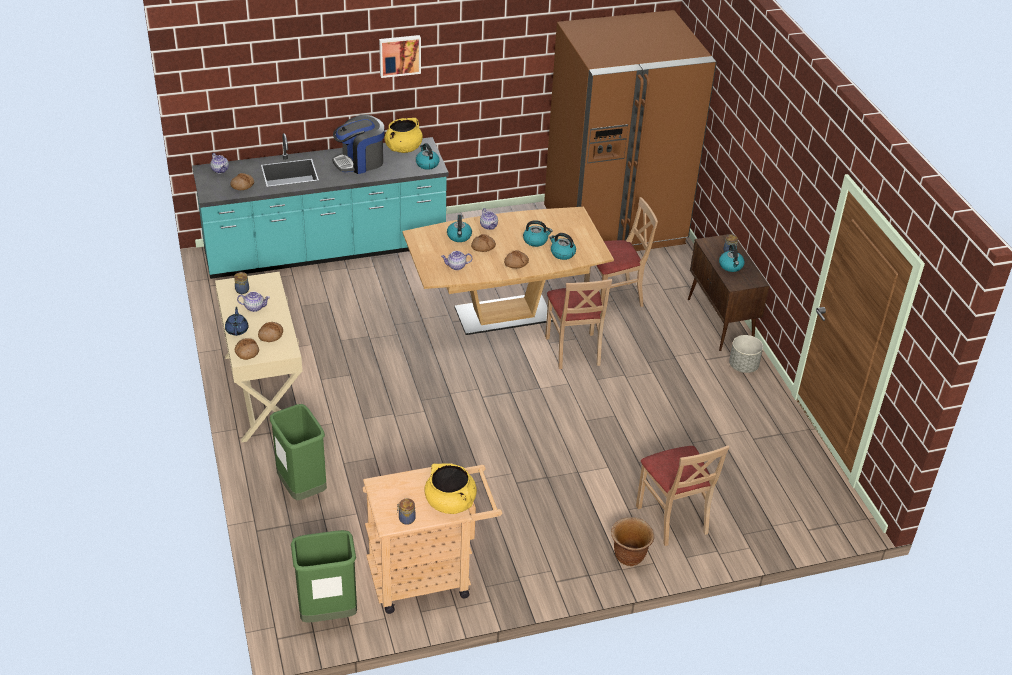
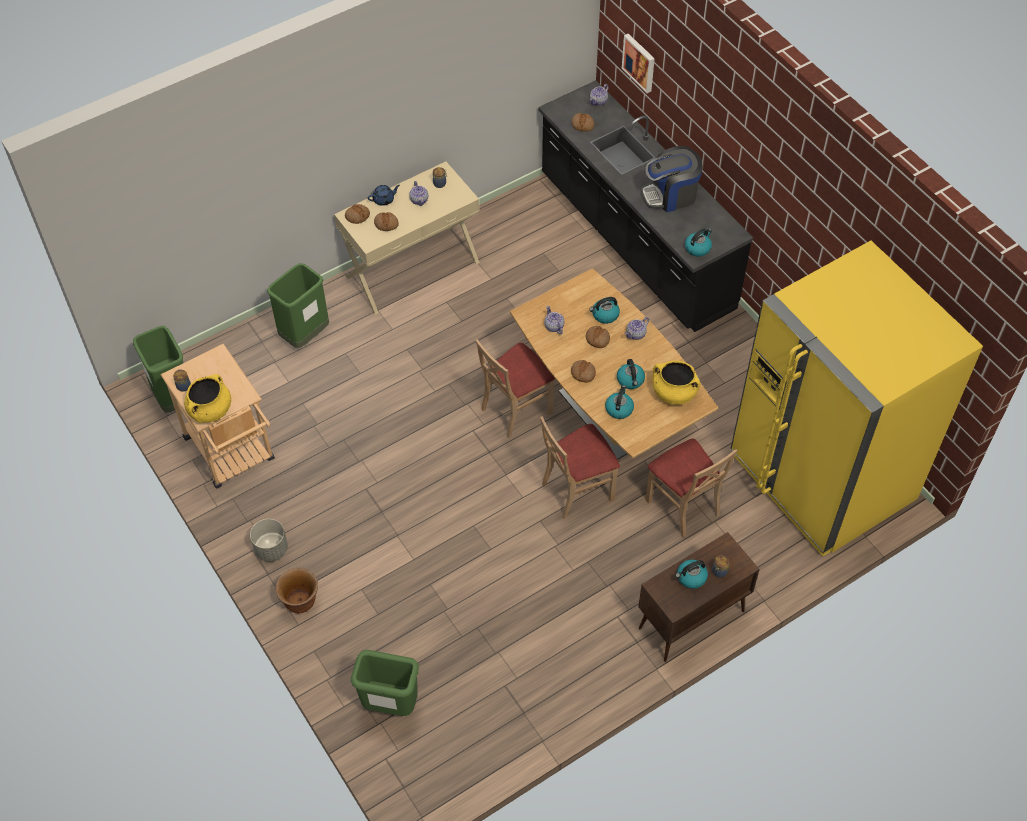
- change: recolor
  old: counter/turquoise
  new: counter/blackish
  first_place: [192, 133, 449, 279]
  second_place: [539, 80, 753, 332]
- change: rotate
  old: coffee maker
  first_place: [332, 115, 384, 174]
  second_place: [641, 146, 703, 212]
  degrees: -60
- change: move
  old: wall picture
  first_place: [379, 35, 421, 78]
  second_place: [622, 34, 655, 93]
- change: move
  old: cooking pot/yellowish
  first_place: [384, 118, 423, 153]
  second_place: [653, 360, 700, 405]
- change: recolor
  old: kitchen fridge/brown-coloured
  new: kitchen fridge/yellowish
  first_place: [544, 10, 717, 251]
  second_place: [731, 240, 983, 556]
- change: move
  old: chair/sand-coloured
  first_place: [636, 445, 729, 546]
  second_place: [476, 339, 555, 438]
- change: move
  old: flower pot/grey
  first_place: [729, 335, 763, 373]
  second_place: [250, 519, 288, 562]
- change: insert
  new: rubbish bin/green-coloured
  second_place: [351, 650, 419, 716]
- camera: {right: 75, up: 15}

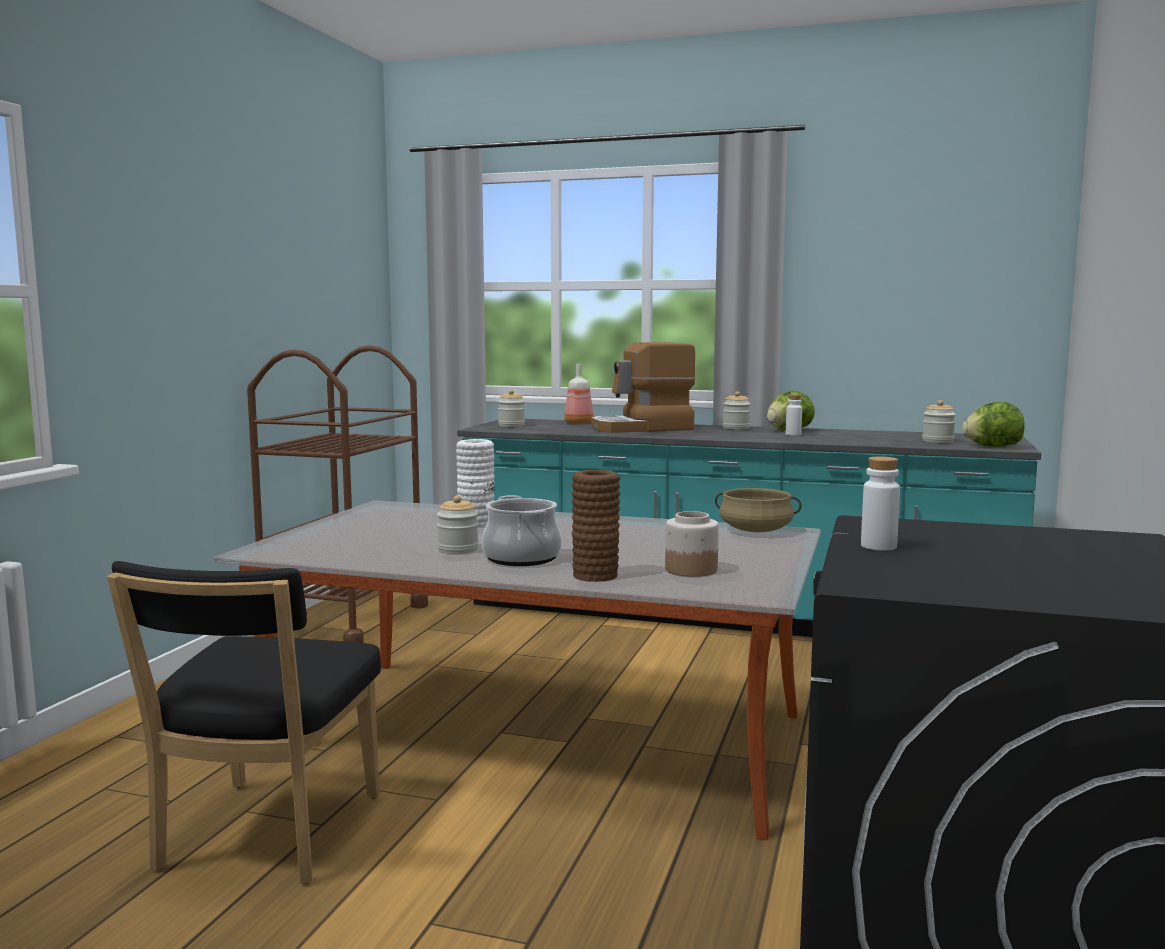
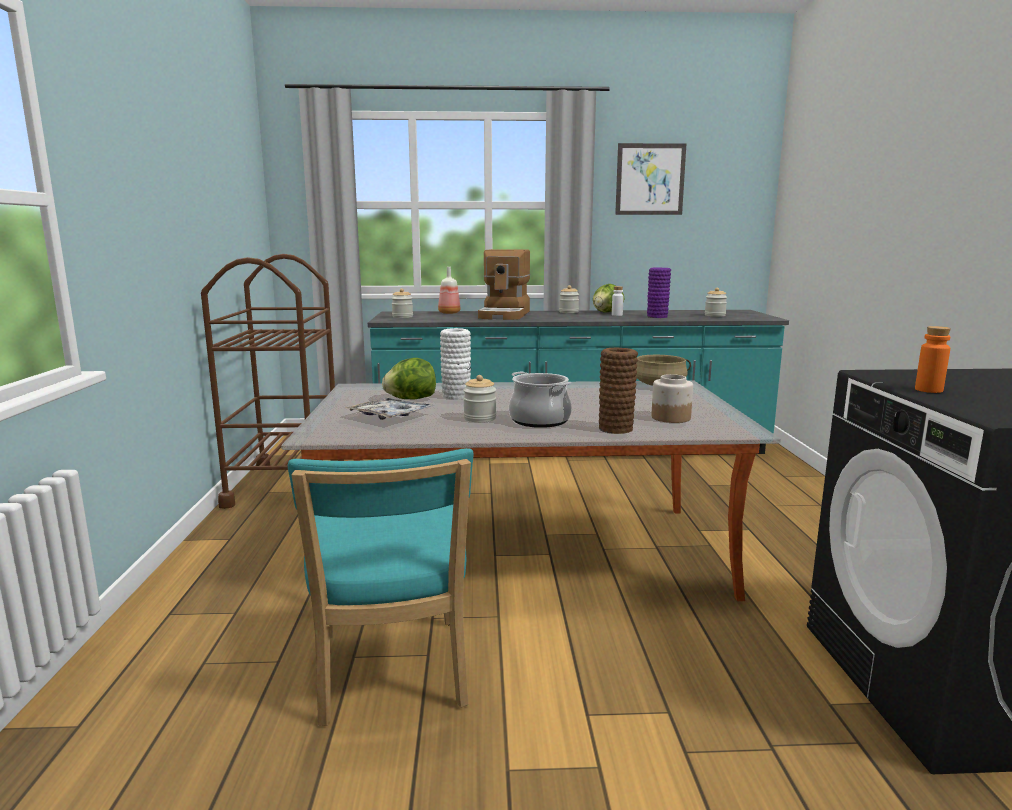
- change: recolor
  old: chair/blackish
  new: chair/turquoise
  first_place: [107, 561, 381, 884]
  second_place: [288, 448, 473, 726]
- change: rotate
  old: coffee maker
  first_place: [591, 342, 696, 433]
  second_place: [478, 249, 530, 320]
  degrees: -45
- change: recolor
  old: drink bottle/white
  new: drink bottle/orangey
  first_place: [861, 457, 900, 551]
  second_place: [915, 326, 951, 393]
- change: move
  old: lettuce head
  first_place: [962, 401, 1025, 447]
  second_place: [382, 358, 436, 400]
- change: insert
  new: serving tray
  second_place: [345, 397, 435, 420]
- change: insert
  new: wall picture
  second_place: [615, 143, 686, 215]
- change: insert
  new: decorative vase/purple
  second_place: [647, 268, 671, 318]
- camera: {right: -20, up: 5}

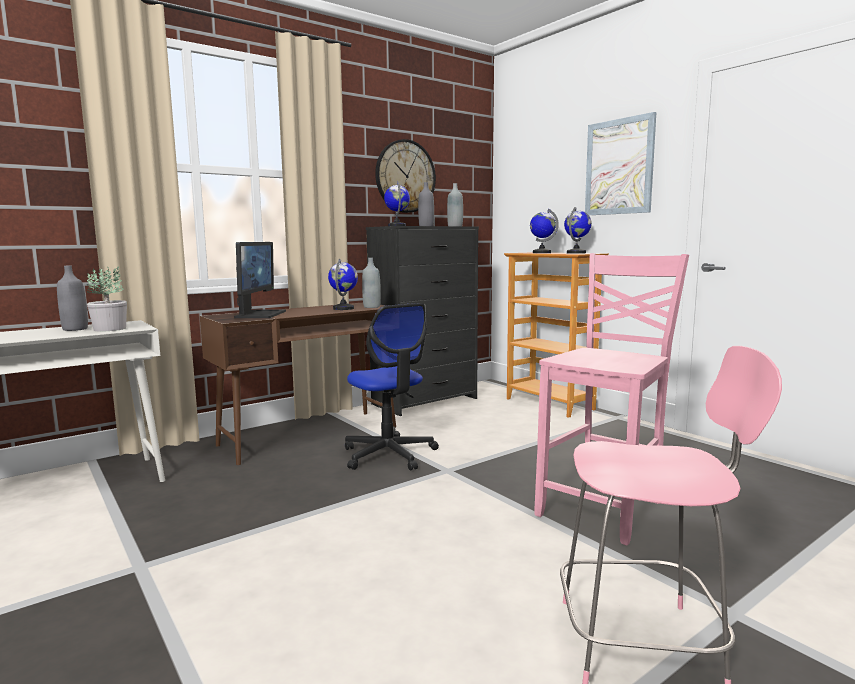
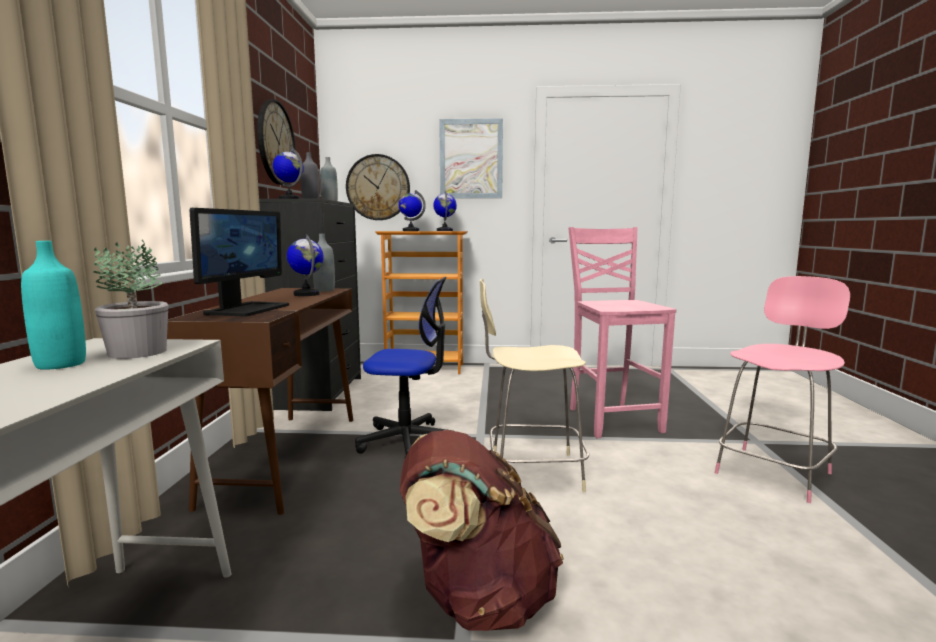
- change: recolor
  old: drink bottle/grey
  new: drink bottle/turquoise
  first_place: [57, 265, 88, 331]
  second_place: [21, 241, 86, 370]
- change: rotate
  old: monitor
  first_place: [234, 242, 286, 318]
  second_place: [189, 208, 289, 317]
  degrees: 60
- change: insert
  new: hanging clock
  second_place: [346, 154, 410, 220]
- change: insert
  new: backpack/brown-coloured
  second_place: [400, 430, 564, 631]
- change: insert
  new: chair/sand-coloured
  second_place: [480, 279, 589, 492]
- camera: {right: -50, up: 0}

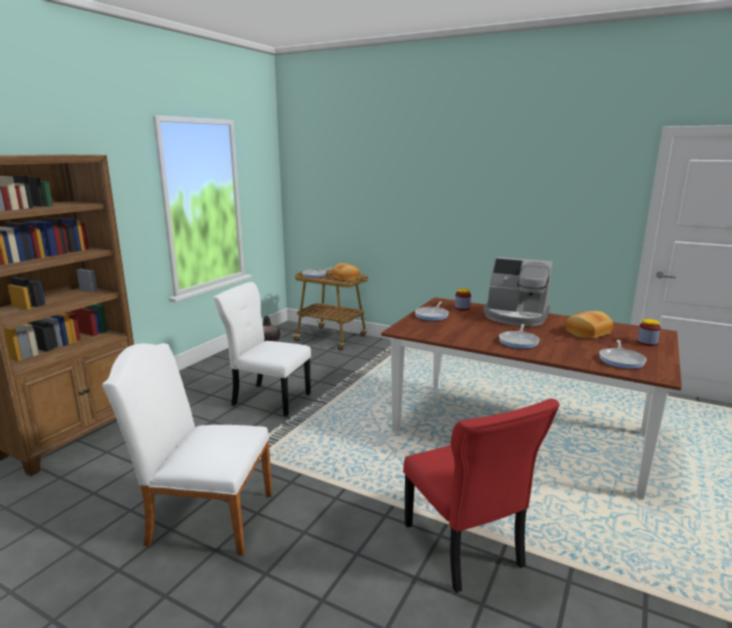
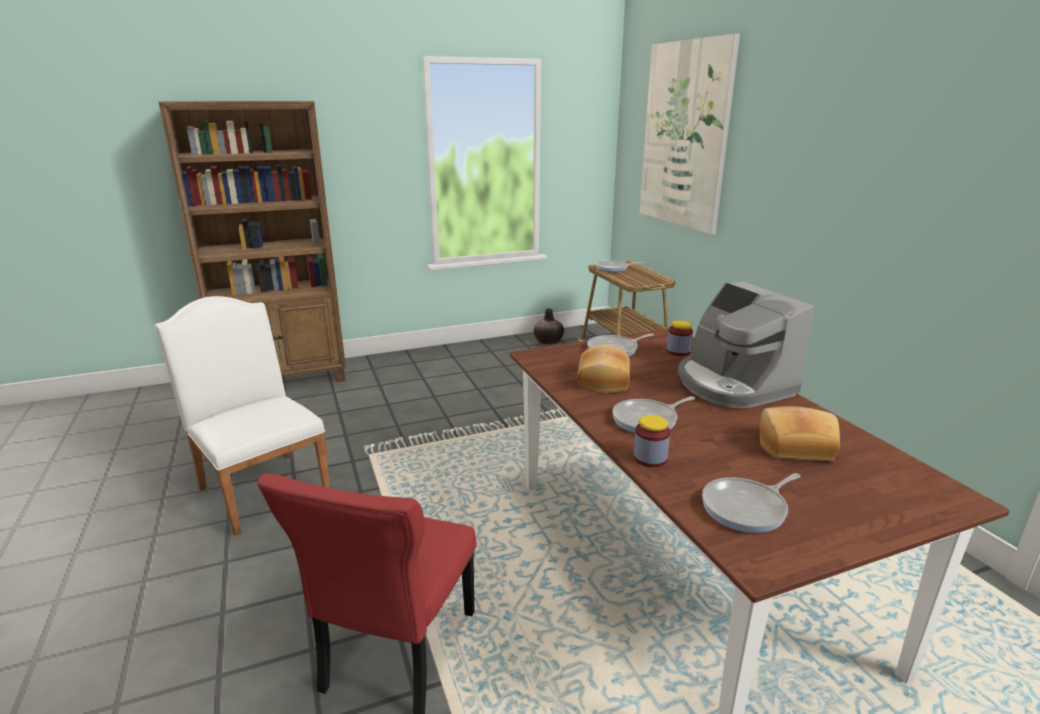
- change: delete
  old: chair/white
  first_place: [213, 282, 311, 416]
- change: move
  old: bakery bread
  first_place: [332, 263, 360, 281]
  second_place: [577, 344, 630, 393]
- change: move
  old: jar
  first_place: [637, 319, 661, 346]
  second_place: [633, 415, 670, 467]
- change: insert
  new: wall picture
  second_place: [639, 34, 740, 235]
- camera: {right: 40, up: 5}

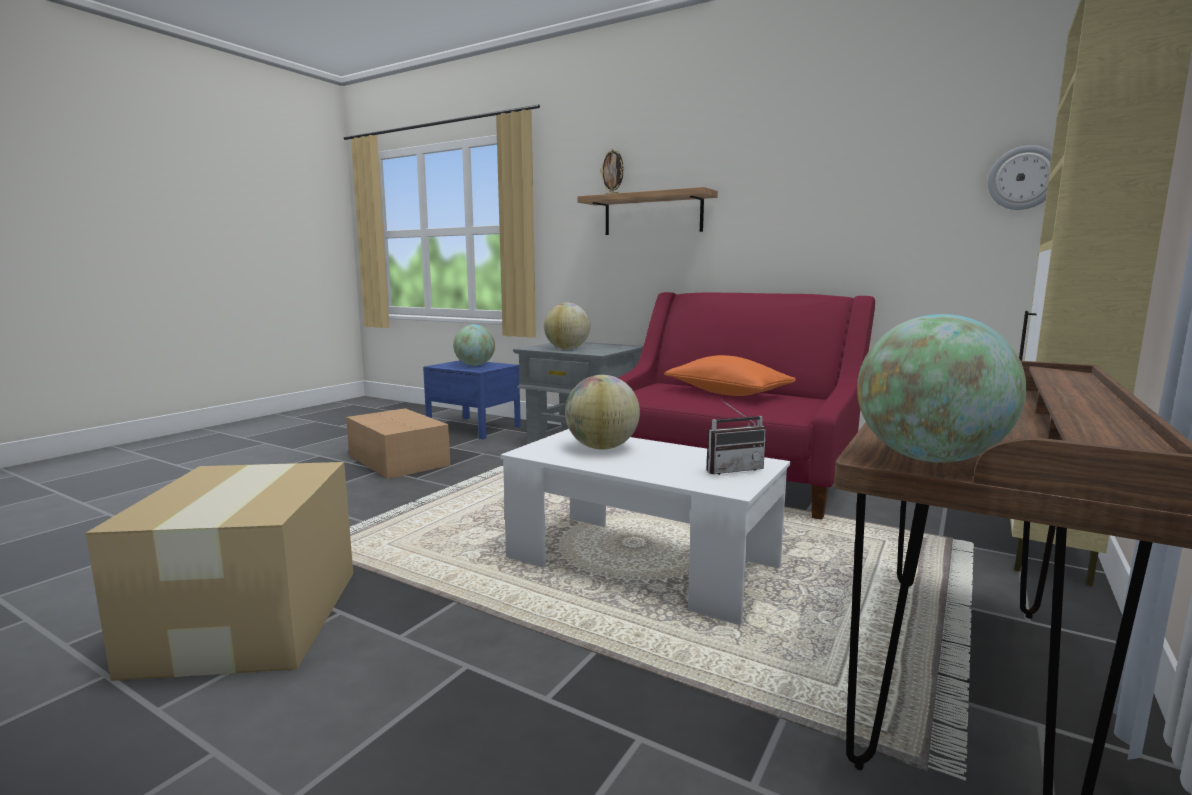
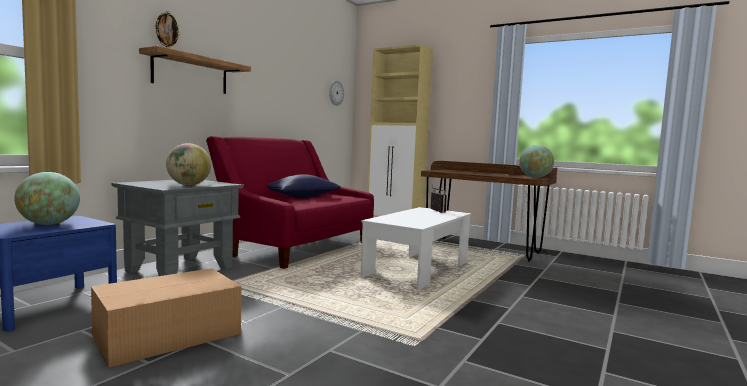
- change: delete
  old: carton
  first_place: [86, 462, 353, 681]
- change: delete
  old: globe
  first_place: [565, 375, 640, 450]
- change: recolor
  old: cushion/orangey
  new: cushion/blue-coloured
  first_place: [664, 355, 796, 396]
  second_place: [267, 174, 341, 198]
- camera: {right: -90, up: -5}

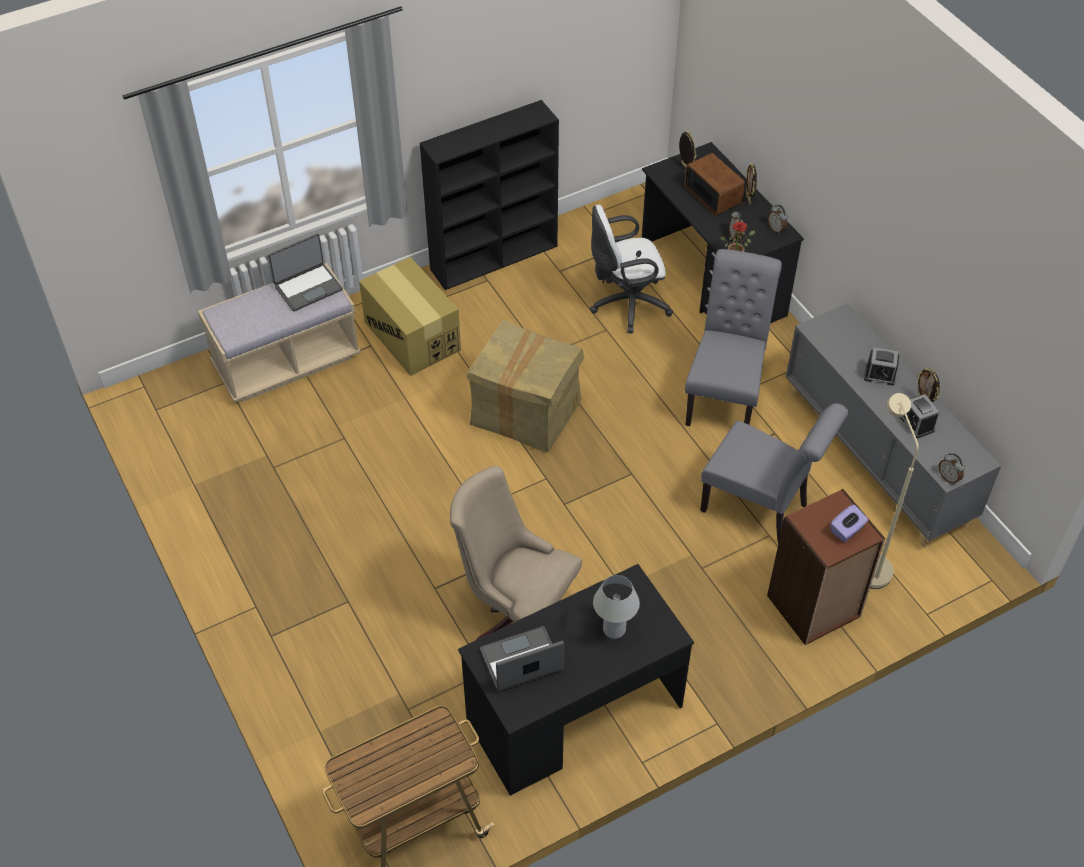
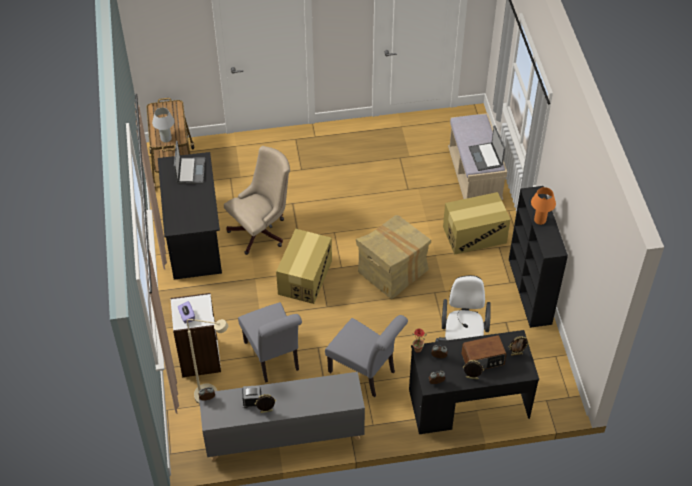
- change: move
  old: tabletop lamp/white
  first_place: [593, 575, 640, 639]
  second_place: [152, 108, 175, 142]
- change: rotate
  old: chair/grey
  first_place: [700, 403, 848, 544]
  second_place: [238, 302, 302, 382]
  degrees: -75
- change: recolor
  old: shelving unit/brown-coloured
  new: shelving unit/white
  first_place: [767, 489, 885, 645]
  second_place: [170, 293, 221, 377]
- change: delete
  old: alarm clock
  first_place: [864, 347, 899, 386]
- change: insert
  new: carton
  second_place: [276, 229, 332, 304]
- change: insert
  new: tabletop lamp/orangey
  second_place: [531, 187, 556, 225]
- camera: {right: 110, up: 0}

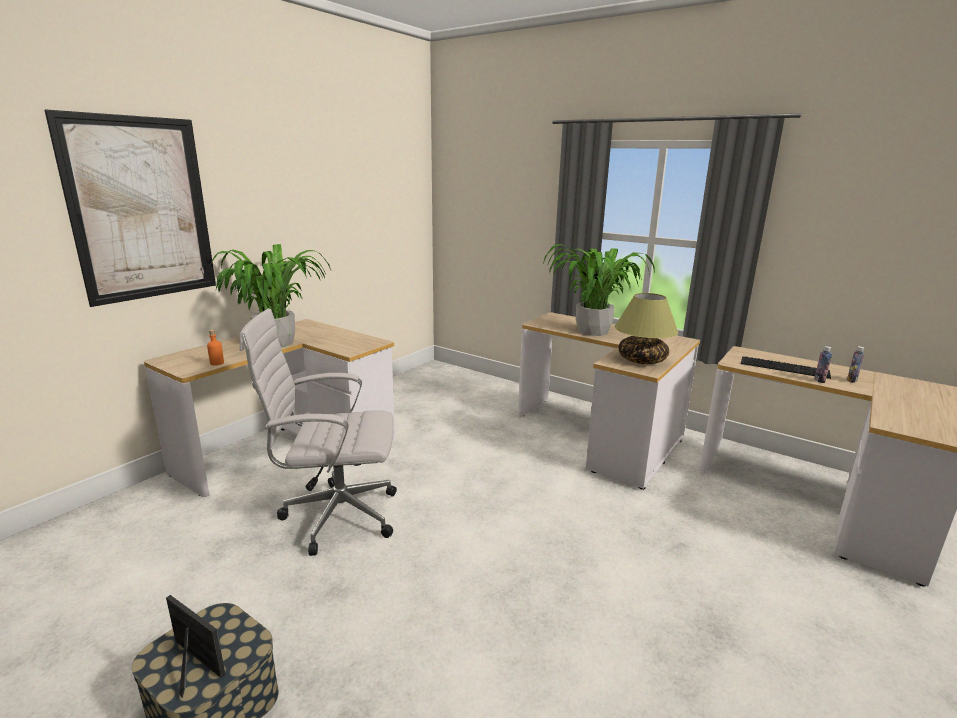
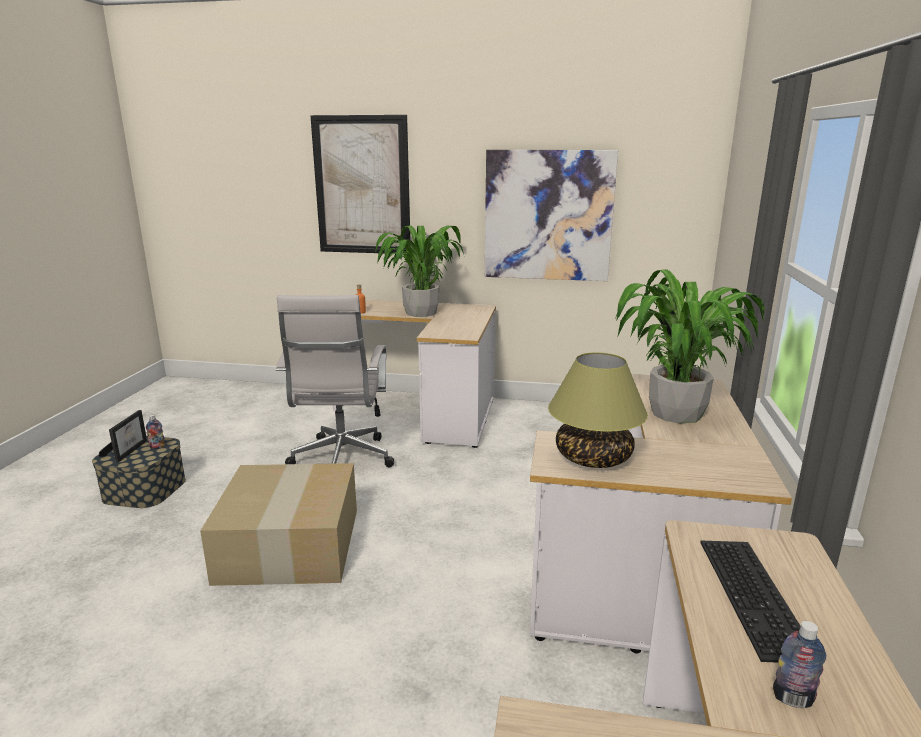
- change: rotate
  old: office chair/white
  first_place: [239, 308, 397, 556]
  second_place: [276, 295, 394, 468]
  degrees: -150
- change: move
  old: drink bottle
  first_place: [814, 346, 832, 383]
  second_place: [146, 415, 165, 449]
- change: insert
  new: carton
  second_place: [200, 463, 357, 586]
- change: insert
  new: wall picture
  second_place: [485, 150, 618, 281]
- camera: {right: 65, up: 0}

